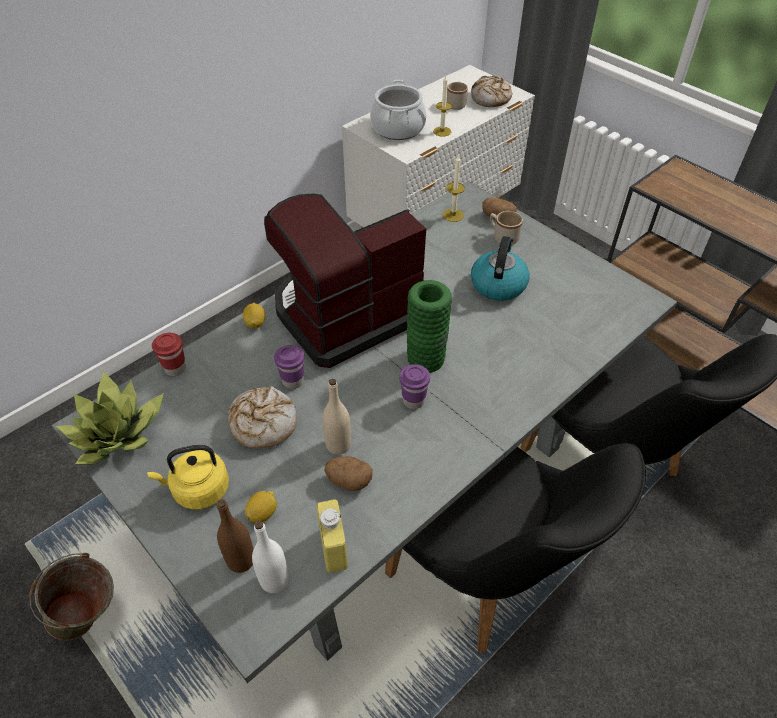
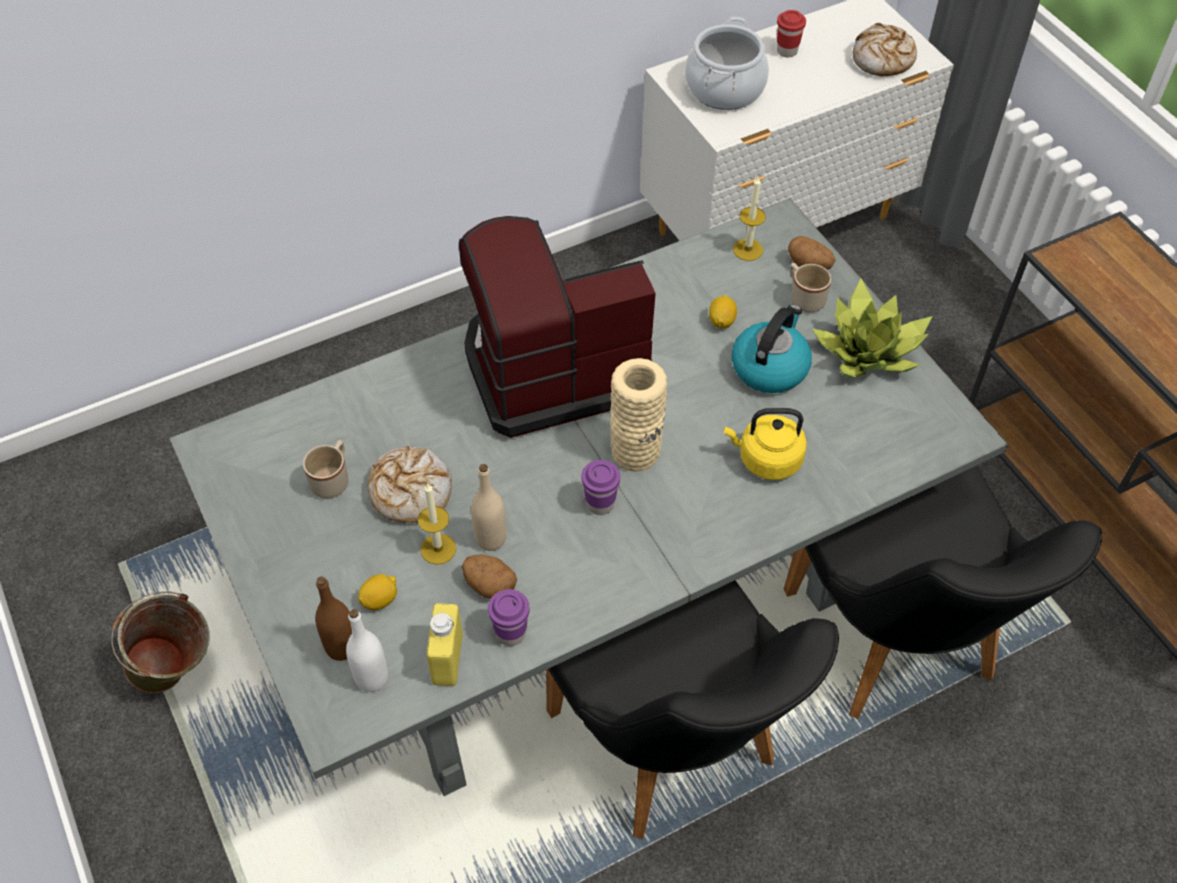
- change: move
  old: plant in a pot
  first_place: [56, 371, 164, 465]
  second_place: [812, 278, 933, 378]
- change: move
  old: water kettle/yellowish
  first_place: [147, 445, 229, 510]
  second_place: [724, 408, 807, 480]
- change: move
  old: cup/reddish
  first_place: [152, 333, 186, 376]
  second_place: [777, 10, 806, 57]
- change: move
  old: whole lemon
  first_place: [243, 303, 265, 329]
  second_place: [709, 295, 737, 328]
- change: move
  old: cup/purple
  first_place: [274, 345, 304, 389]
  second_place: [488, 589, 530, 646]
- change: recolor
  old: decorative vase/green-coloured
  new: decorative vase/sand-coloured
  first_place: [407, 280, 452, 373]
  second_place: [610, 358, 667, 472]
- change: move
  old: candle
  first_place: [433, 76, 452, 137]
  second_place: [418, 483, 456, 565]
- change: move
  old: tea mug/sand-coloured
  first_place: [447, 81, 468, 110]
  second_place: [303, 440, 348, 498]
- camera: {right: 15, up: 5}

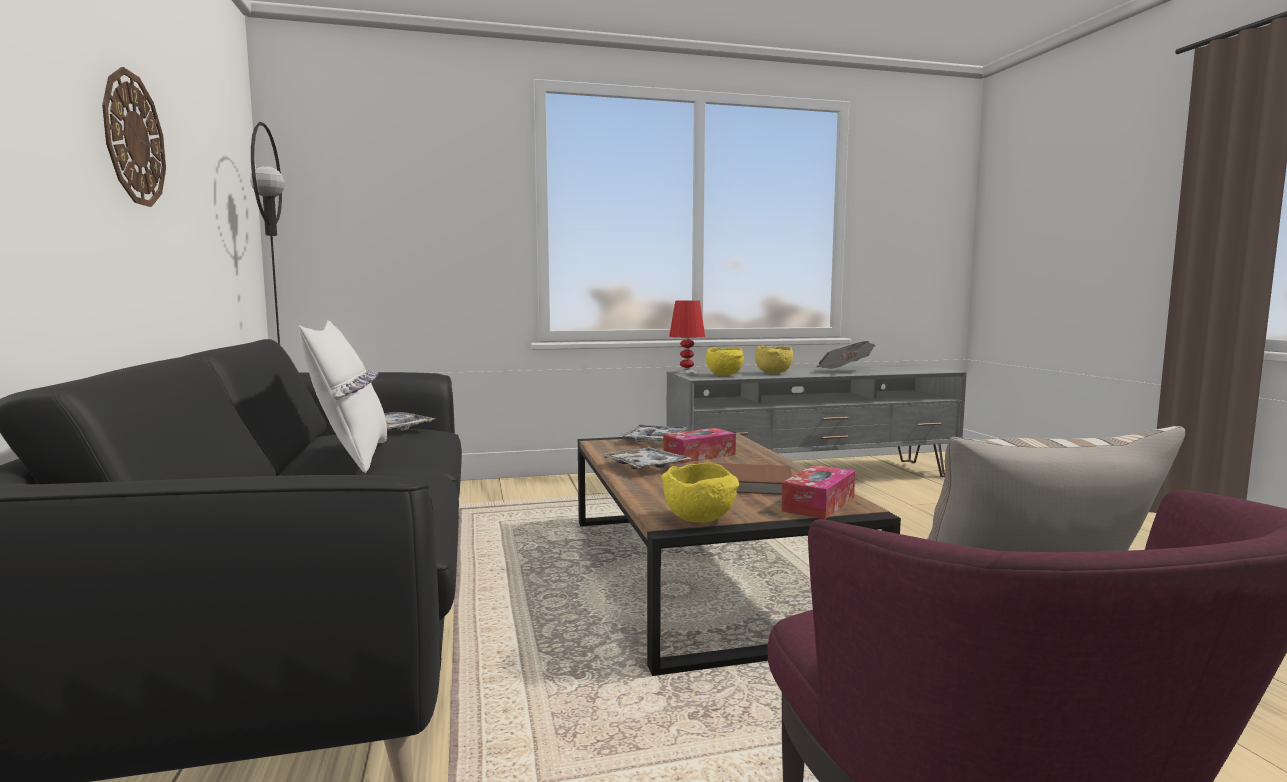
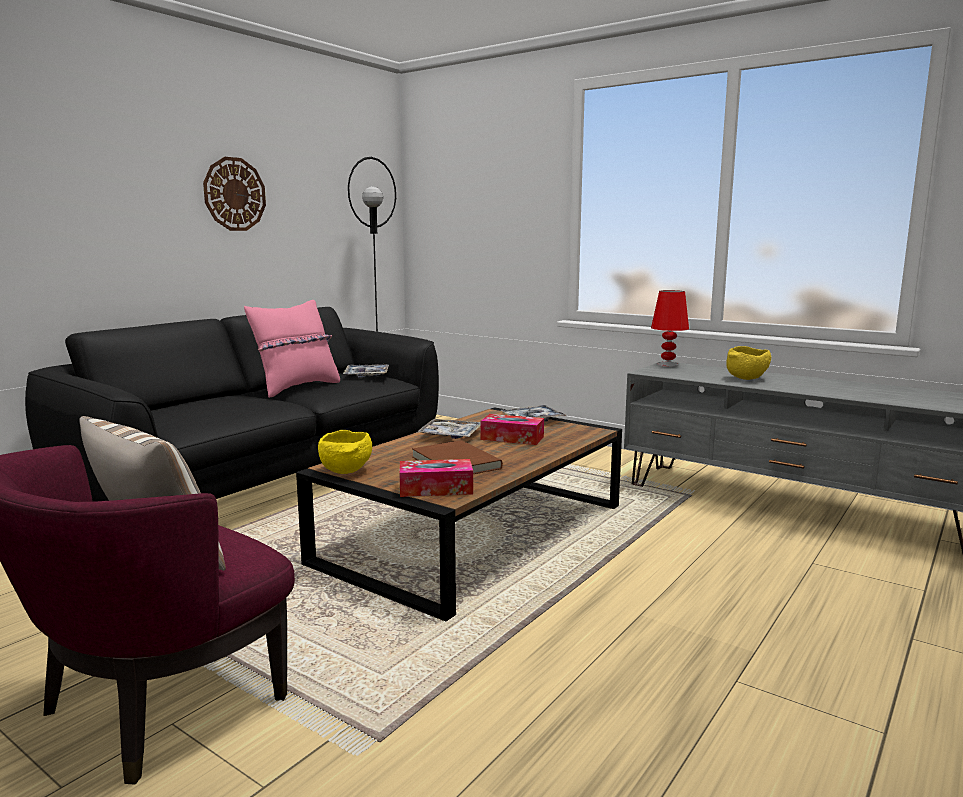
- change: recolor
  old: cushion/white
  new: cushion/pink-coloured
  first_place: [299, 320, 387, 473]
  second_place: [244, 300, 340, 398]
- change: delete
  old: serving bowl/yellowish
  first_place: [706, 347, 744, 376]
- change: delete
  old: daily paper
  first_place: [816, 341, 875, 369]
- camera: {right: 50, up: 5}

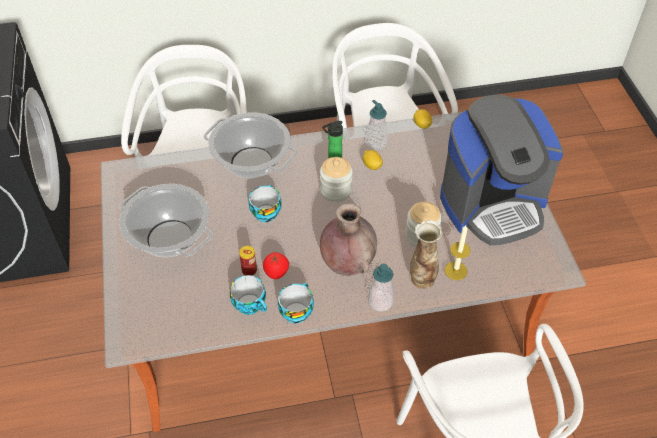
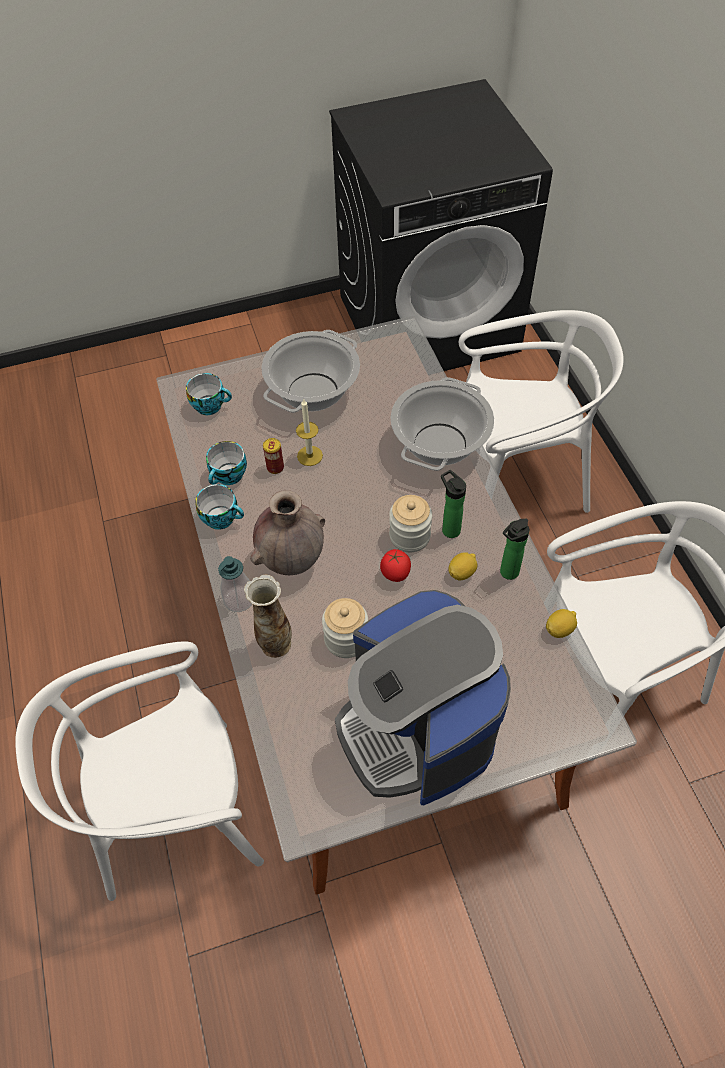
- change: move
  old: cup
  first_place: [249, 185, 281, 222]
  second_place: [186, 373, 232, 415]
- change: move
  old: tomato
  first_place: [263, 252, 289, 279]
  second_place: [380, 549, 411, 582]
- change: replace
  old: liquid soap bottle
  new: drink bottle
  first_place: [365, 100, 388, 150]
  second_place: [500, 519, 529, 580]
- change: move
  old: candle
  first_place: [444, 225, 471, 280]
  second_place: [296, 398, 323, 466]
- camera: {right: 85, up: 5}

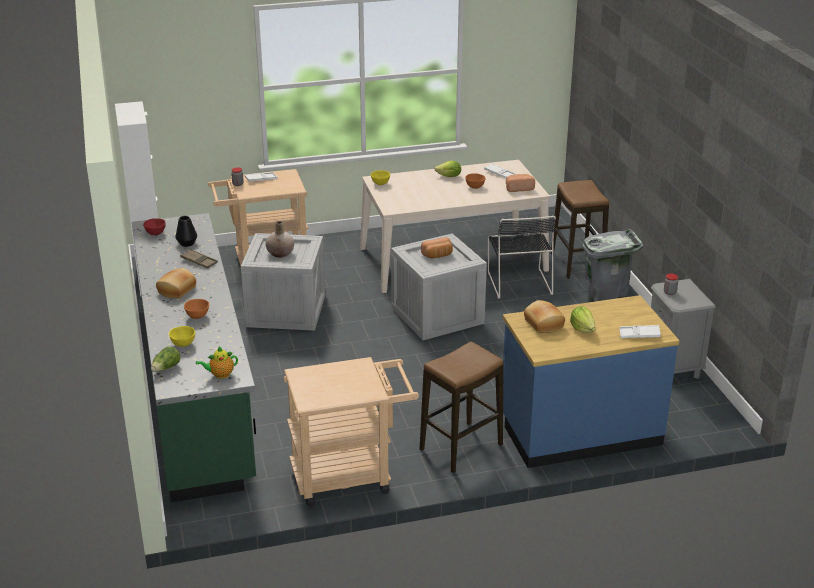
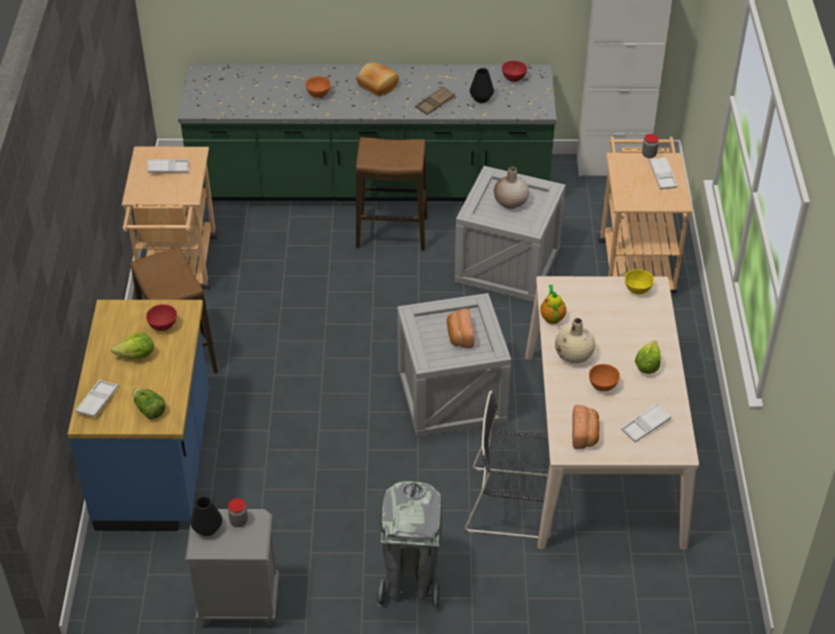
- change: move
  old: lettuce head
  first_place: [151, 347, 180, 372]
  second_place: [133, 388, 166, 419]
- change: delete
  old: serving bowl/yellowish
  first_place: [169, 326, 195, 347]
- change: move
  old: tea pot
  first_place: [196, 347, 238, 379]
  second_place: [540, 285, 566, 324]
- change: replace
  old: bakery bread
  new: serving bowl/reddish
  first_place: [524, 300, 565, 333]
  second_place: [146, 304, 177, 331]
- change: move
  old: stool seat
  first_place: [551, 180, 609, 279]
  second_place: [356, 137, 427, 251]
- change: insert
  new: serving tray/white
  second_place: [148, 160, 189, 173]
- change: insert
  new: decorative vase/blackish
  second_place: [190, 496, 222, 536]
- change: insert
  new: decorative vase/sand-coloured
  second_place: [555, 318, 595, 364]
- camera: {right: 105, up: 15}

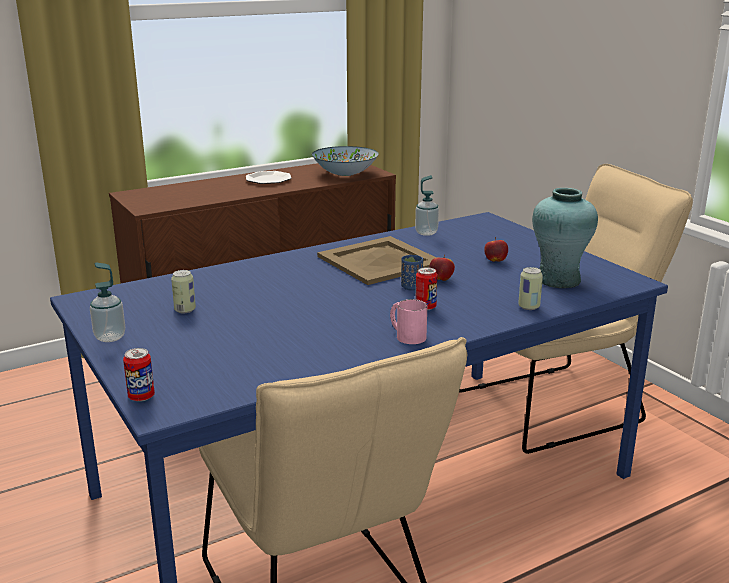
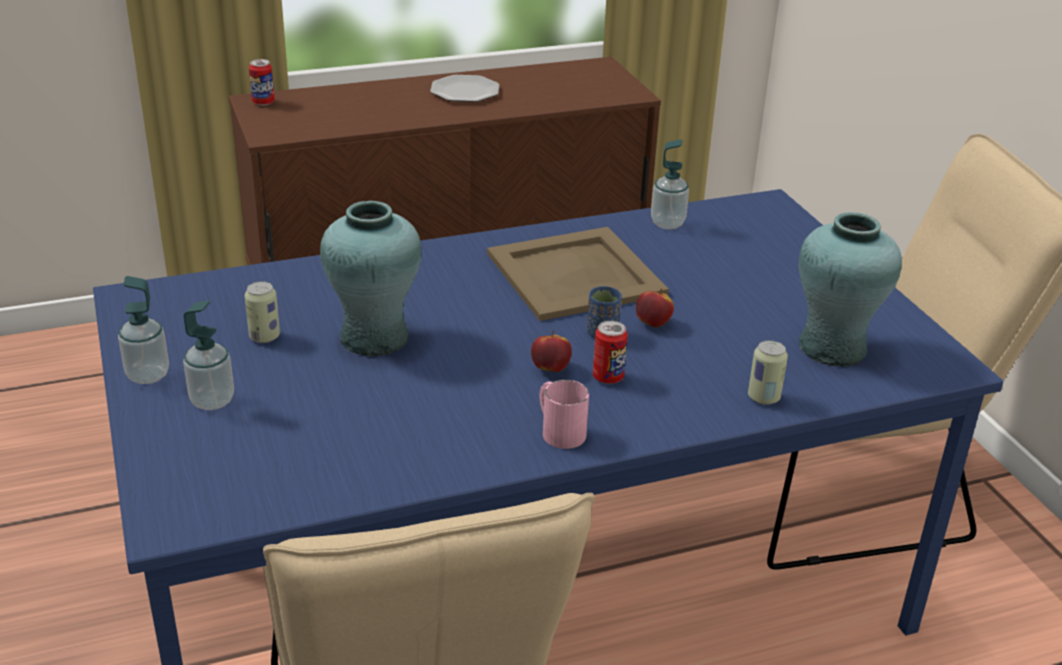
- change: move
  old: can
  first_place: [123, 348, 155, 402]
  second_place: [249, 59, 275, 106]
- change: delete
  old: serving bowl
  first_place: [312, 146, 379, 176]
- change: move
  old: apple fruit
  first_place: [484, 237, 508, 262]
  second_place: [531, 331, 572, 372]
- change: insert
  new: liquid soap bottle
  second_place: [183, 300, 234, 410]
- change: insert
  new: decorative vase/turquoise
  second_place: [320, 201, 421, 356]
- camera: {right: 10, up: 10}

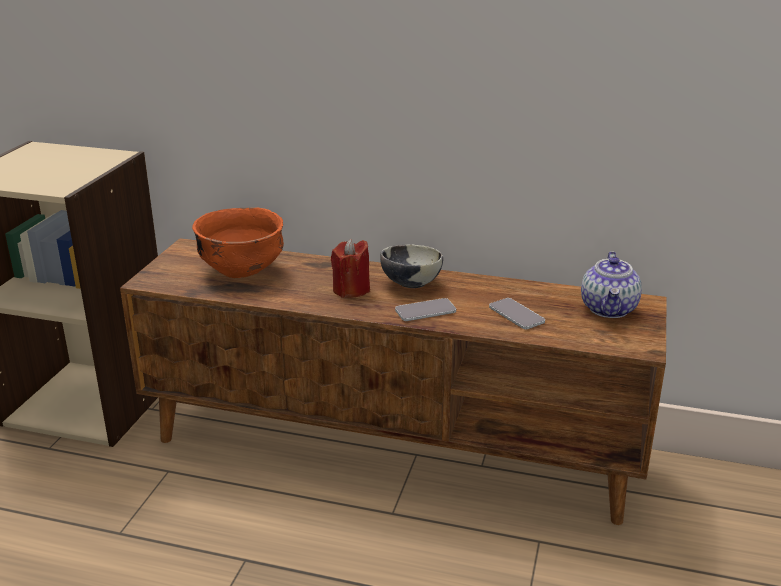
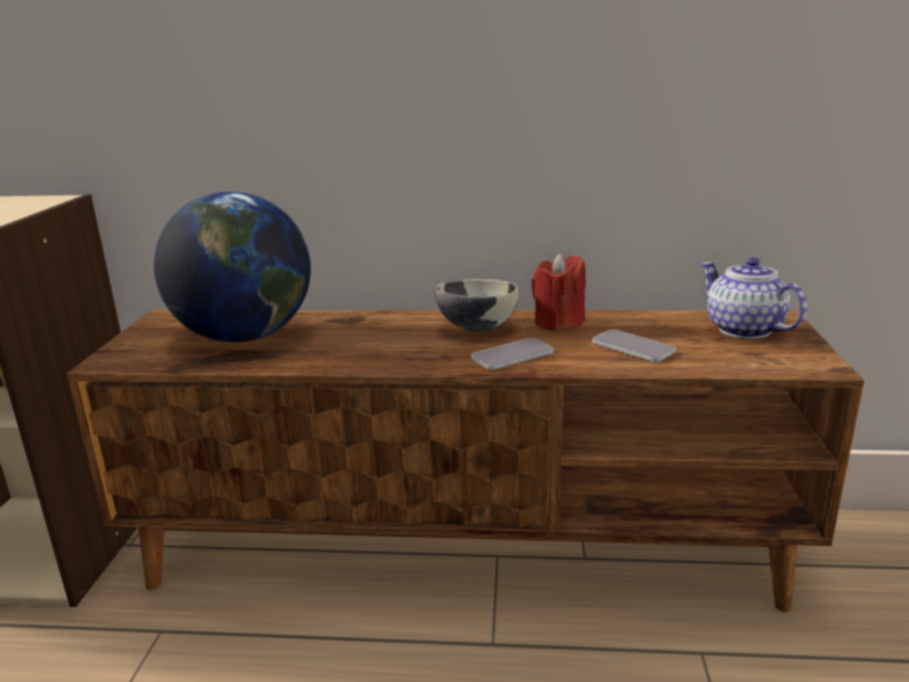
- change: replace
  old: serving bowl/orangey
  new: globe
  first_place: [192, 207, 284, 278]
  second_place: [154, 192, 311, 342]
- change: move
  old: candle/reddish
  first_place: [331, 239, 370, 298]
  second_place: [531, 253, 586, 331]
- change: rotate
  old: tea pot
  first_place: [581, 251, 642, 318]
  second_place: [701, 257, 807, 339]
  degrees: 150
- camera: {right: -10, up: -5}

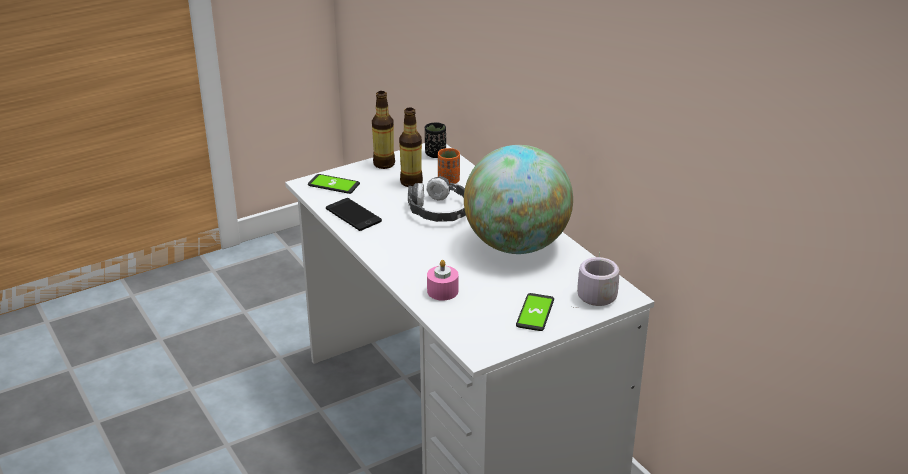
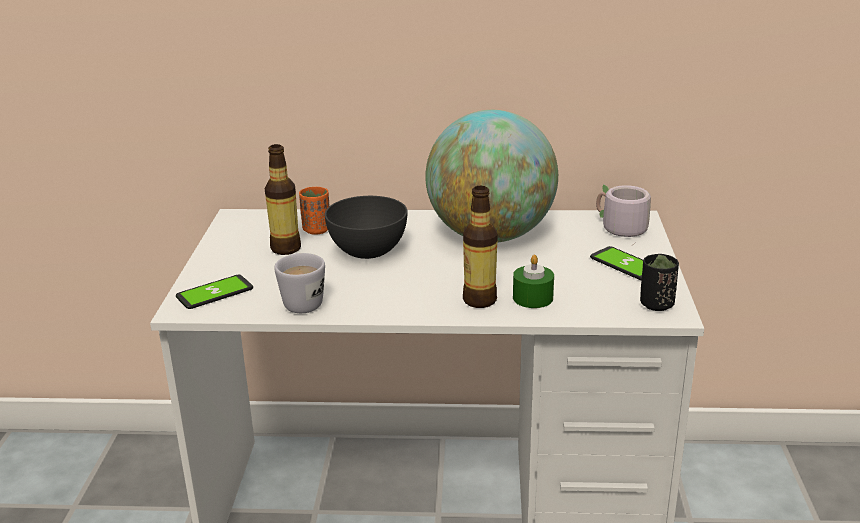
- change: replace
  old: handset
  new: tea mug/white
  first_place: [326, 198, 382, 231]
  second_place: [274, 253, 325, 313]
- change: move
  old: drink bottle
  first_place: [372, 91, 395, 169]
  second_place: [463, 186, 498, 308]
- change: replace
  old: headset
  new: serving bowl/grey
  first_place: [408, 176, 466, 222]
  second_place: [325, 196, 407, 259]
- change: move
  old: cup/blackish
  first_place: [425, 122, 446, 158]
  second_place: [640, 254, 679, 311]
- change: recolor
  old: candle/pink-coloured
  new: candle/green-coloured
  first_place: [427, 260, 459, 301]
  second_place: [513, 255, 554, 308]
- camera: {right: -55, up: -5}

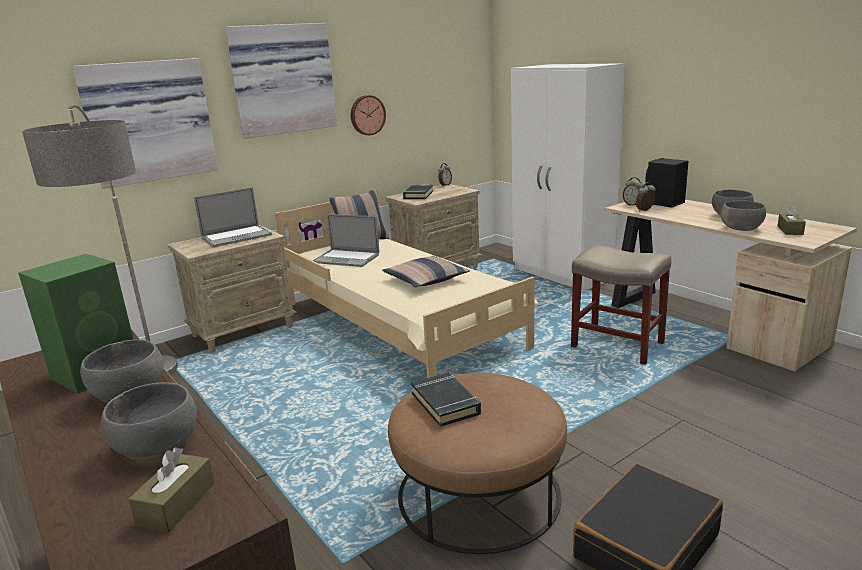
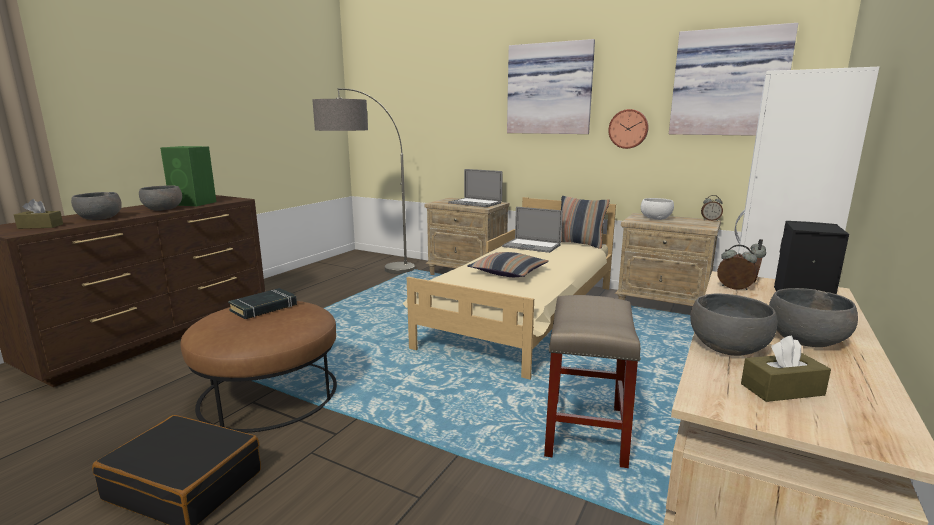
- change: move
  old: wall picture
  first_place: [72, 58, 218, 189]
  second_place: [669, 23, 798, 136]
- change: rotate
  old: laptop
  first_place: [313, 214, 380, 267]
  second_place: [502, 207, 563, 253]
  degrees: -60
- change: replace
  old: bound book/blackish
  new: serving bowl/white
  first_place: [403, 185, 433, 199]
  second_place: [641, 198, 674, 220]
- camera: {right: 65, up: -5}

